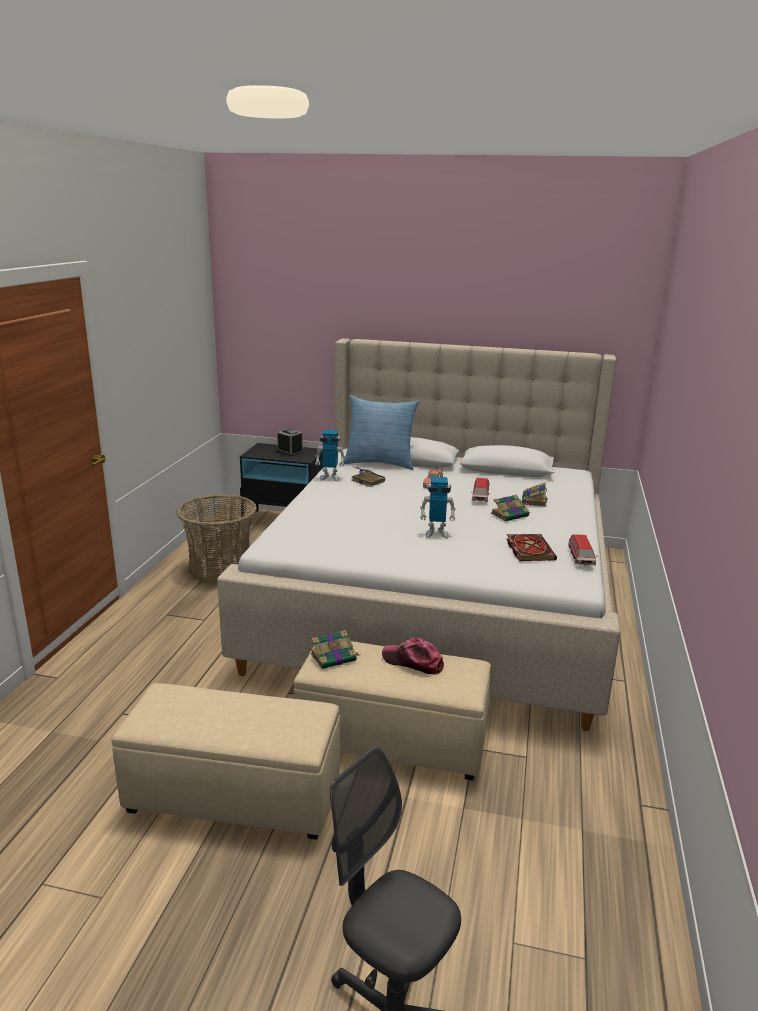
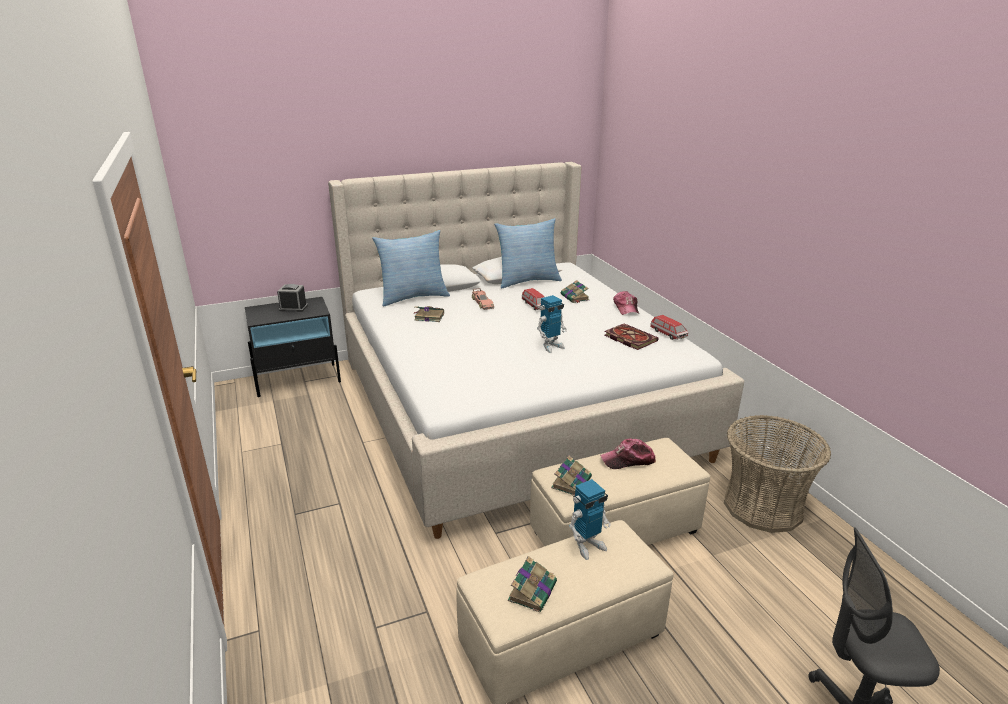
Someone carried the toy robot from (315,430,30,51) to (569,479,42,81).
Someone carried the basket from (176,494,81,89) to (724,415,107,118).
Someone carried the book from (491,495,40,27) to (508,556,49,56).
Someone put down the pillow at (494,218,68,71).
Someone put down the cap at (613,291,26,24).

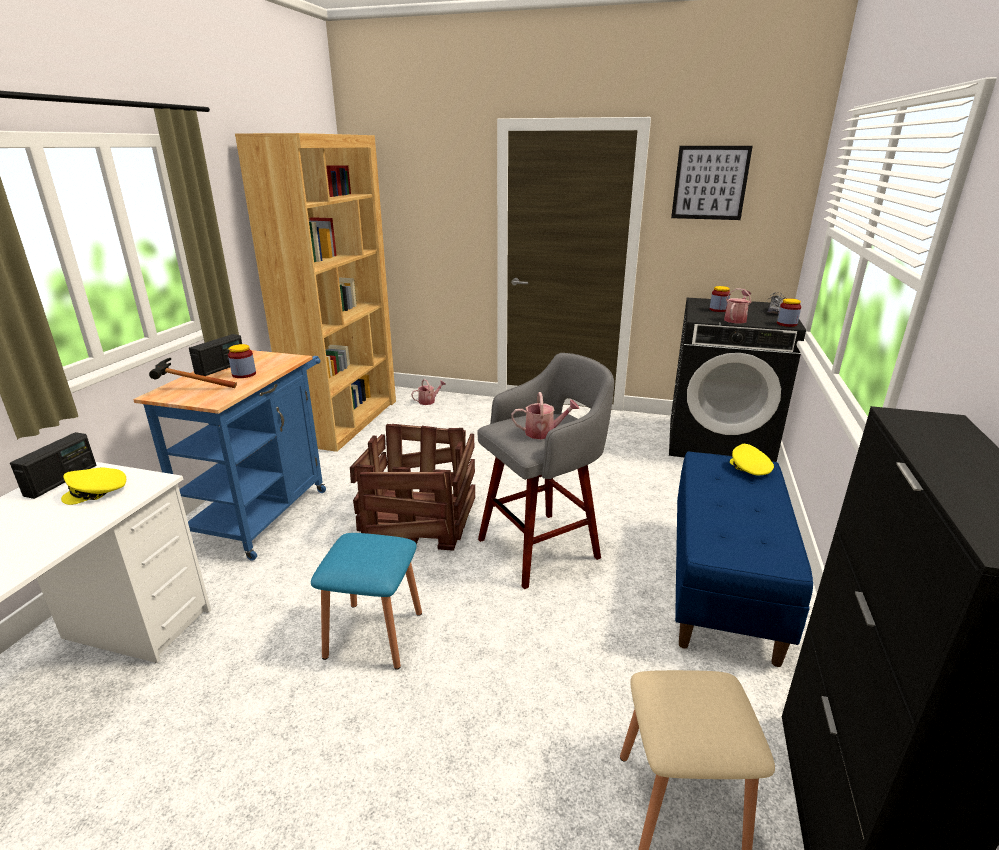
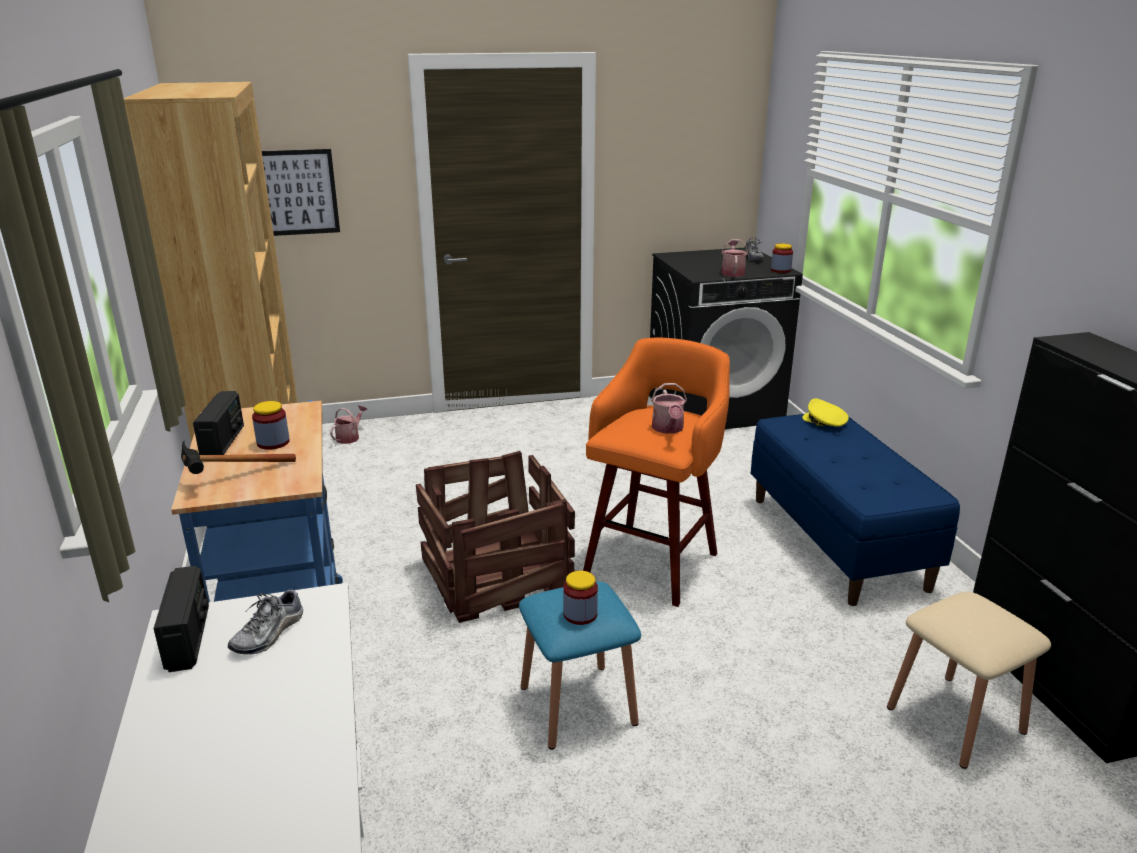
Someone carried the picture from (671,146,82,74) to (262,149,78,87).
Someone carried the jar from (710,286,21,26) to (563,571,35,54).
Someone repainted the grey stool at (478,353,136,236), which became the orange stool at (583,338,147,269).
Someone rotated the watering can at (511,392,69,47) by 120 degrees clockwise.
Someone swapped the yellow cap at (61,468,65,37) for the shoe at (228,590,75,65).

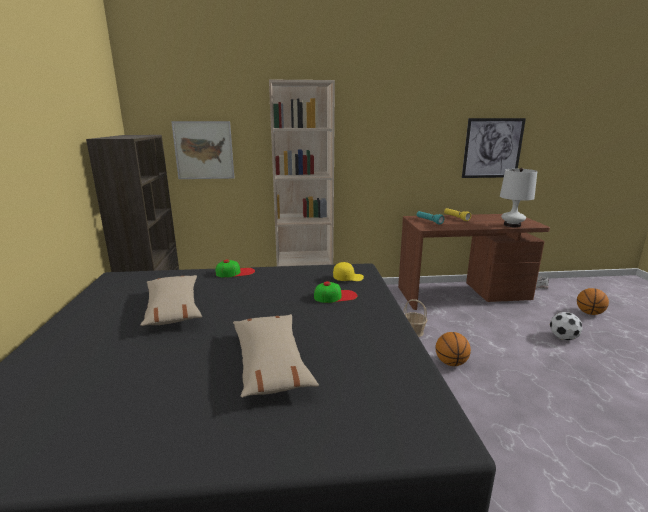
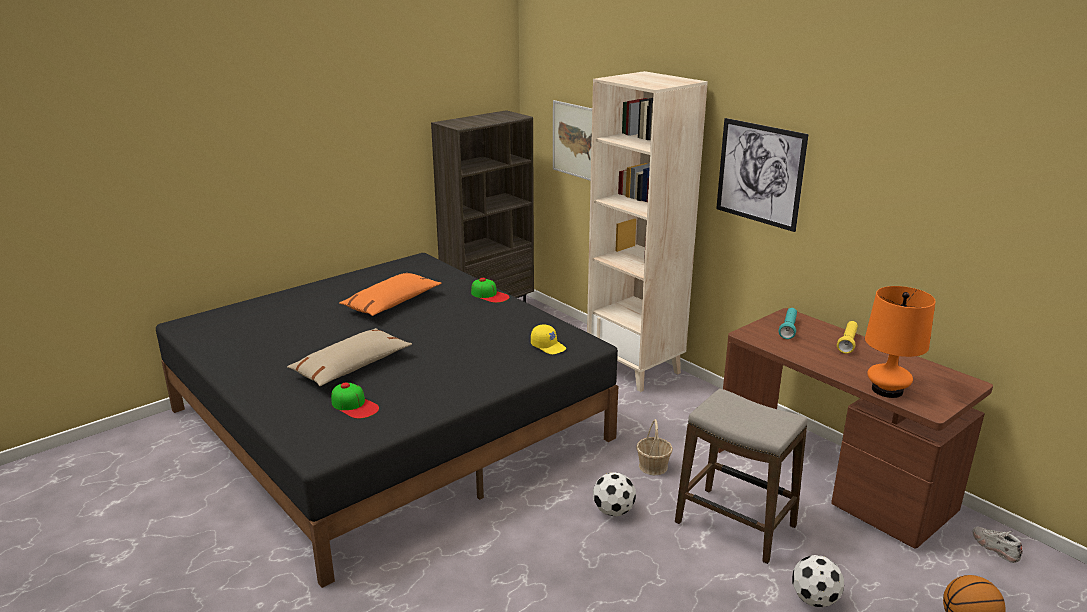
Someone carried the picture from (462,118,64,60) to (716,118,92,114).
Someone repainted the white table lamp at (500,168,37,60), which became the orange table lamp at (865,286,71,112).
Someone repainted the beige pillow at (140,275,62,51), which became the orange pillow at (340,273,102,43).
Someone carried the cap from (314,281,44,22) to (331,382,48,37).
Someone swapped the basketball at (436,332,35,34) for the football at (593,472,43,44).
Someone put down the stool at (675,388,133,176).

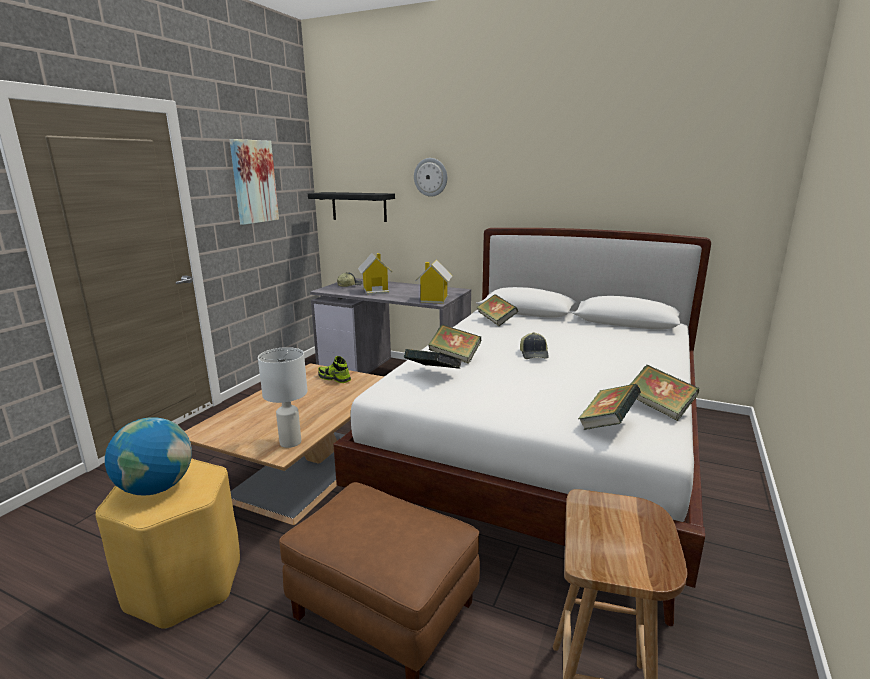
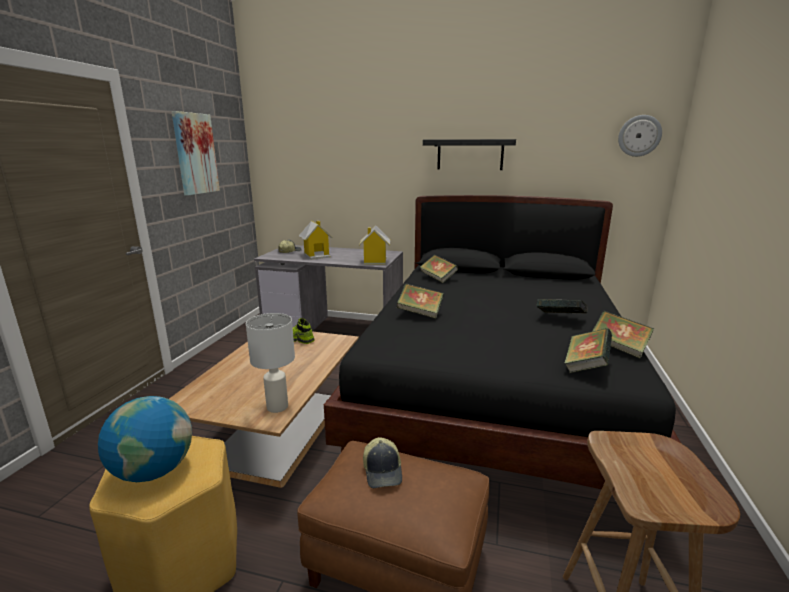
Someone carried the wall clock from (414,158,33,39) to (618,115,44,42).
Someone carried the black shelf from (308,192,87,30) to (423,139,93,31).
Someone repainted the white bed at (333,228,378,398), which became the black bed at (324,195,357,294).
Someone carried the cap from (520,332,29,27) to (363,437,39,51).
Someone carried the book from (404,349,58,20) to (537,299,50,15).

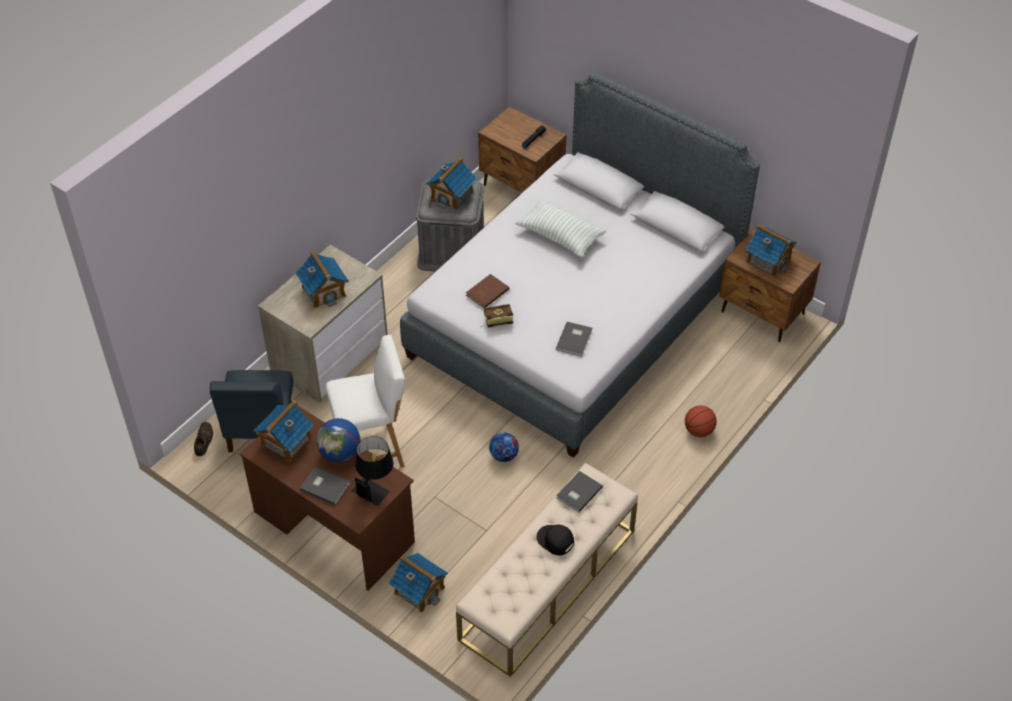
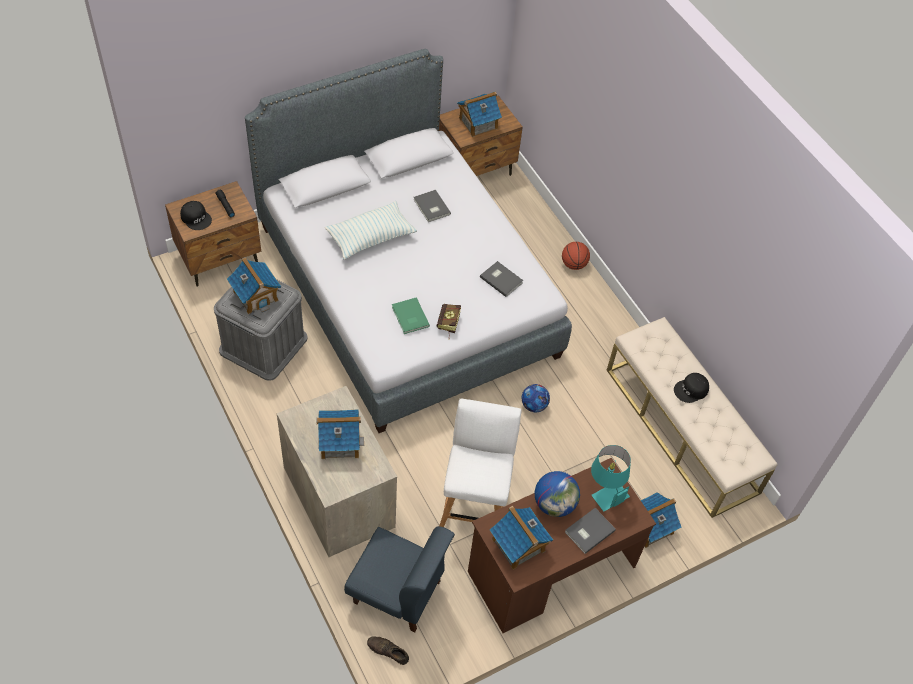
Someone repainted the brown book at (466,274,44,34), which became the green book at (392,297,38,37).
Someone repainted the black table lamp at (352,436,42,70), which became the turquoise table lamp at (591,445,40,66).
Someone carried the grey book from (556,471,47,41) to (414,190,37,32).
Someone put down the black cap at (180,201,32,29).

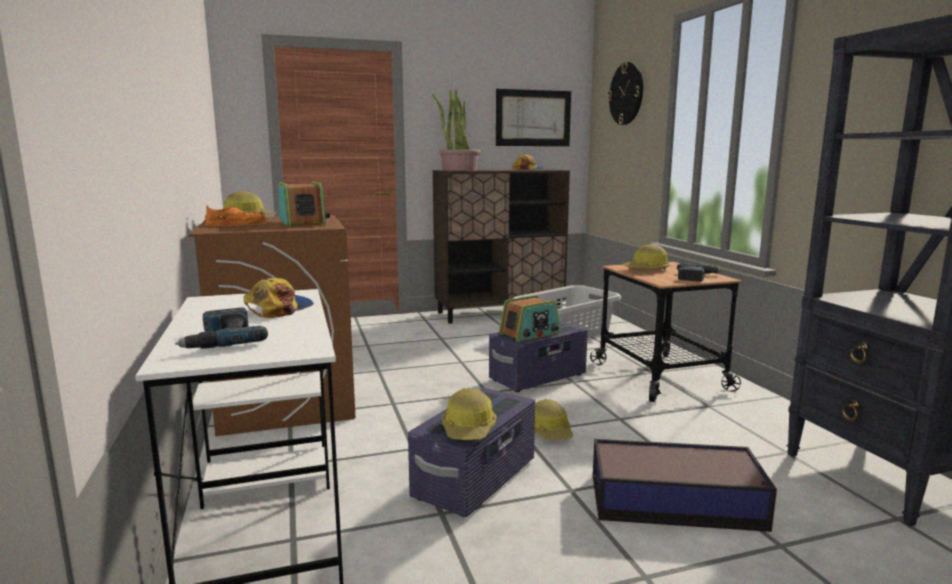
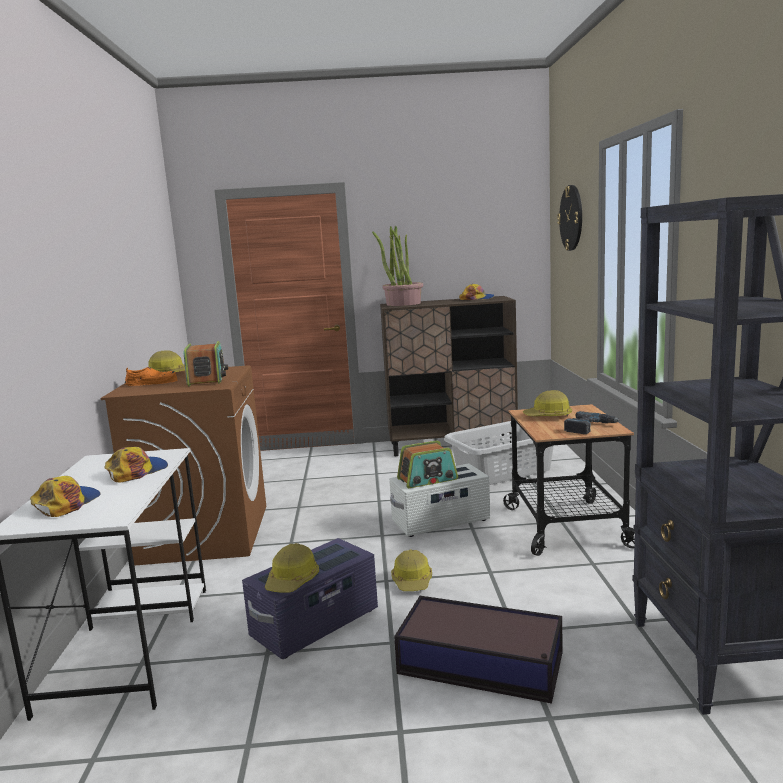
Someone took away the picture at (496,89,75,57).
Someone swapped the power drill at (175,308,93,41) for the cap at (30,476,71,41).
Someone repainted the purple storage box at (489,321,99,71), which became the white storage box at (389,463,101,74).

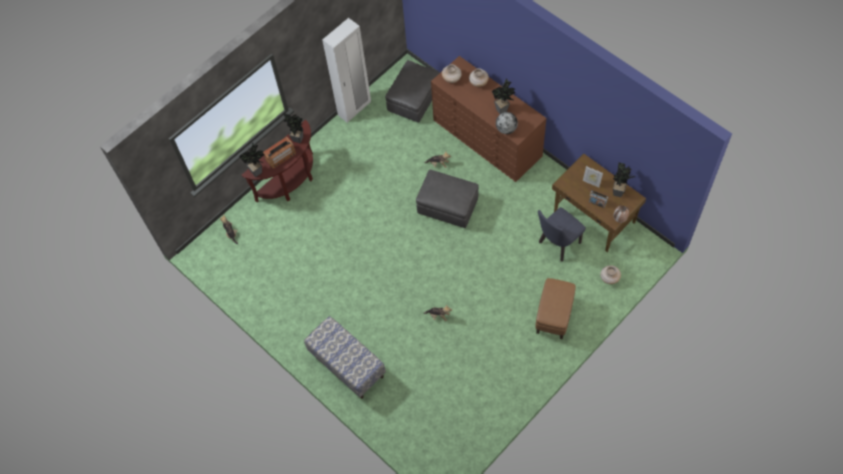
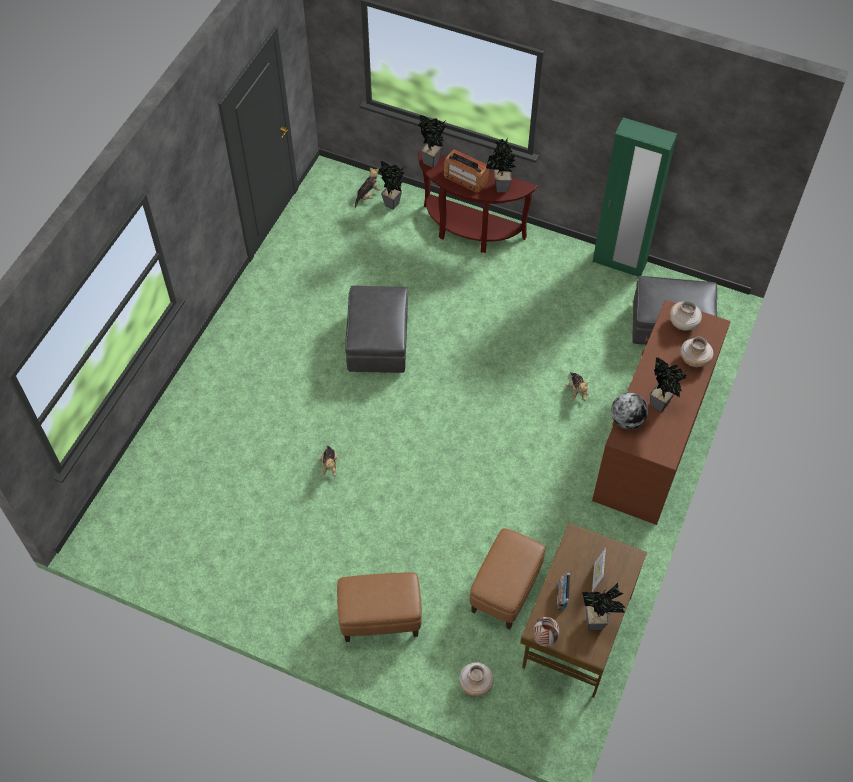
Someone repainted the white wardrobe at (322,18,49,105), which became the green wardrobe at (593,117,84,159).
Someone carried the grey ottoman from (416,170,63,58) to (345,286,63,87).
Someone swapped the blue chair at (538,207,48,55) for the brown ottoman at (470,528,75,101).
Someone took away the bench at (304,316,82,83).
Someone put down the potted plant at (378,161,27,49).

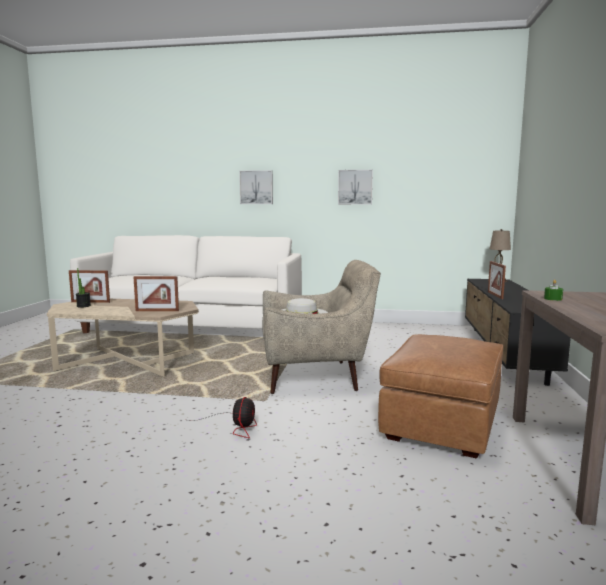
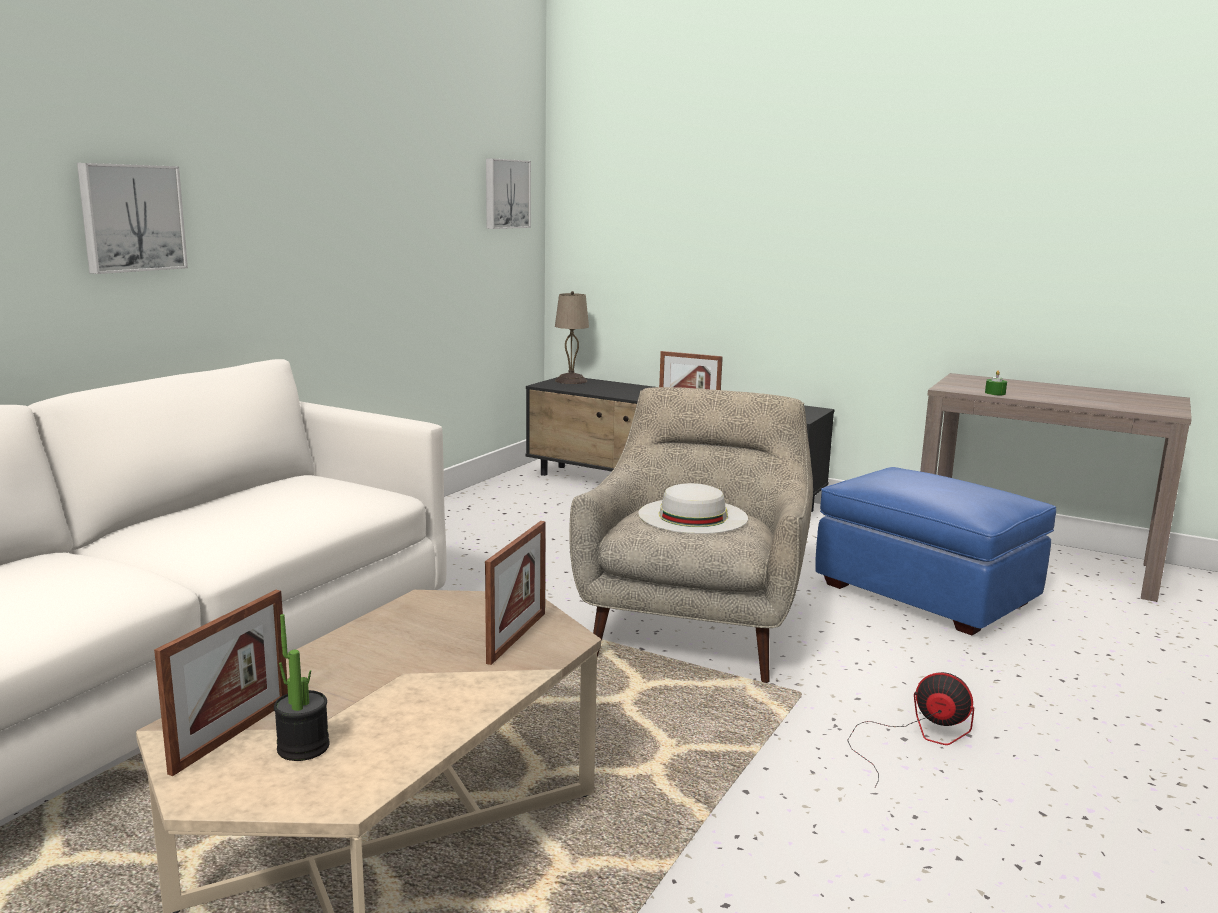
Someone carried the picture from (338,170,35,35) to (486,158,45,71).
Someone repainted the brown ottoman at (378,334,125,125), which became the blue ottoman at (815,467,241,168).

